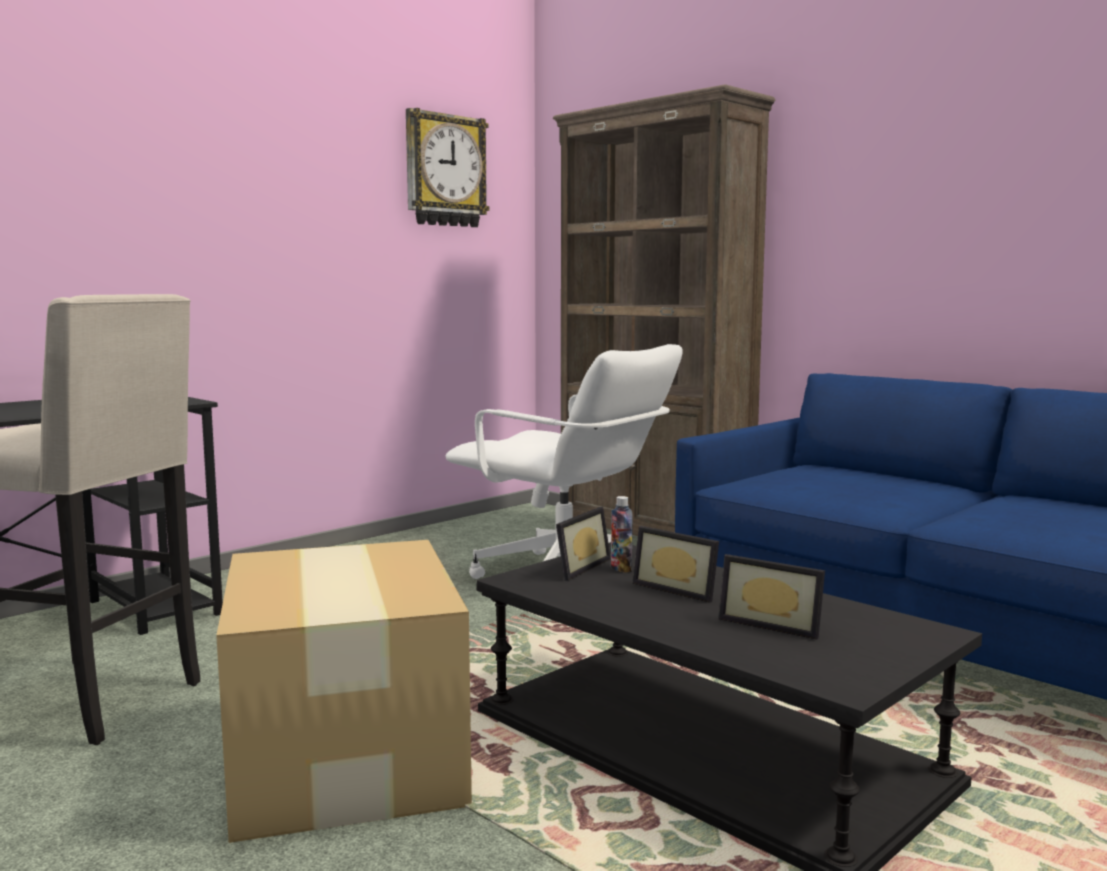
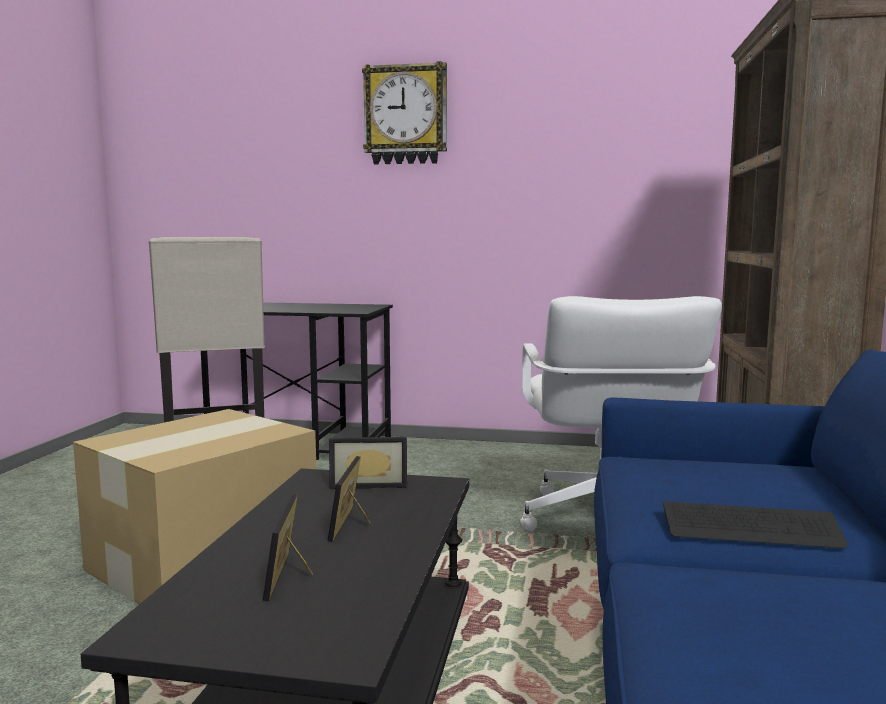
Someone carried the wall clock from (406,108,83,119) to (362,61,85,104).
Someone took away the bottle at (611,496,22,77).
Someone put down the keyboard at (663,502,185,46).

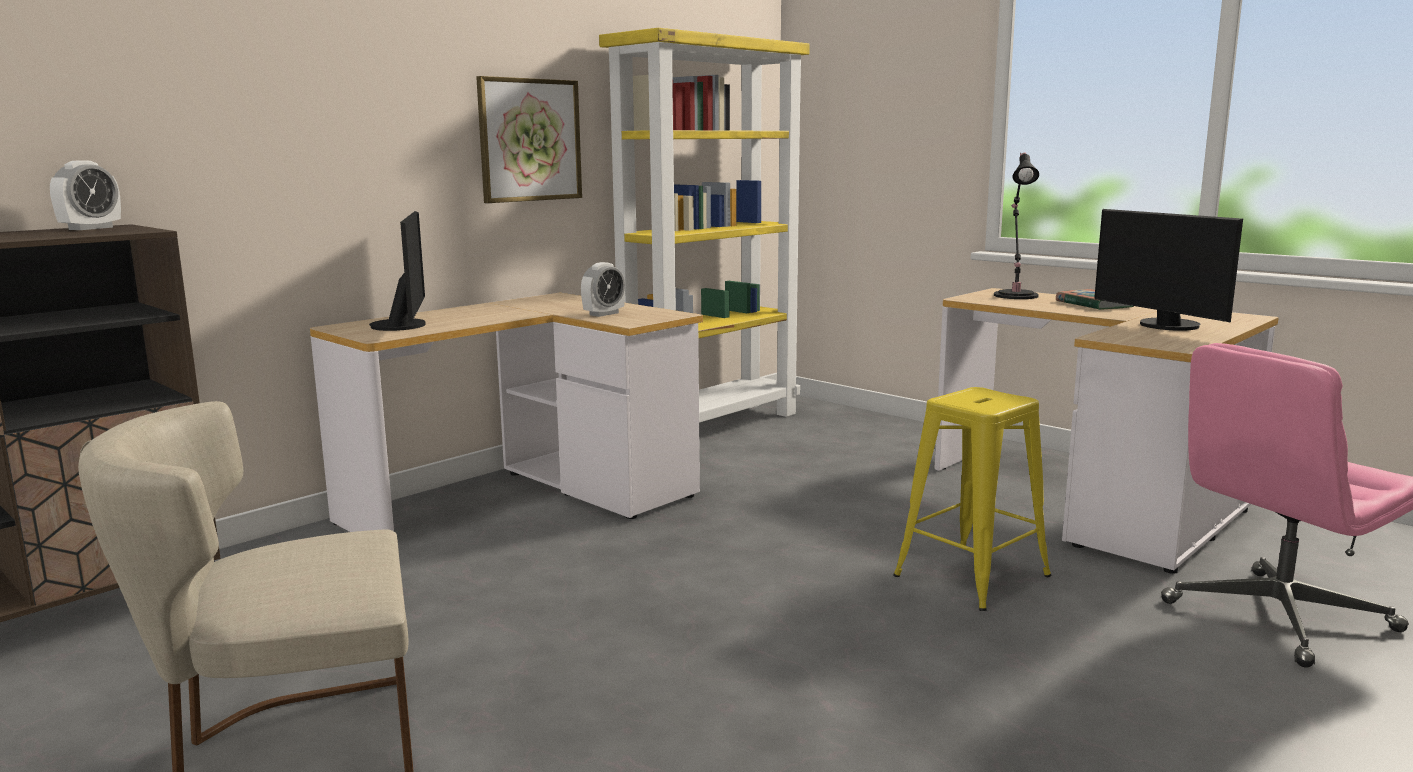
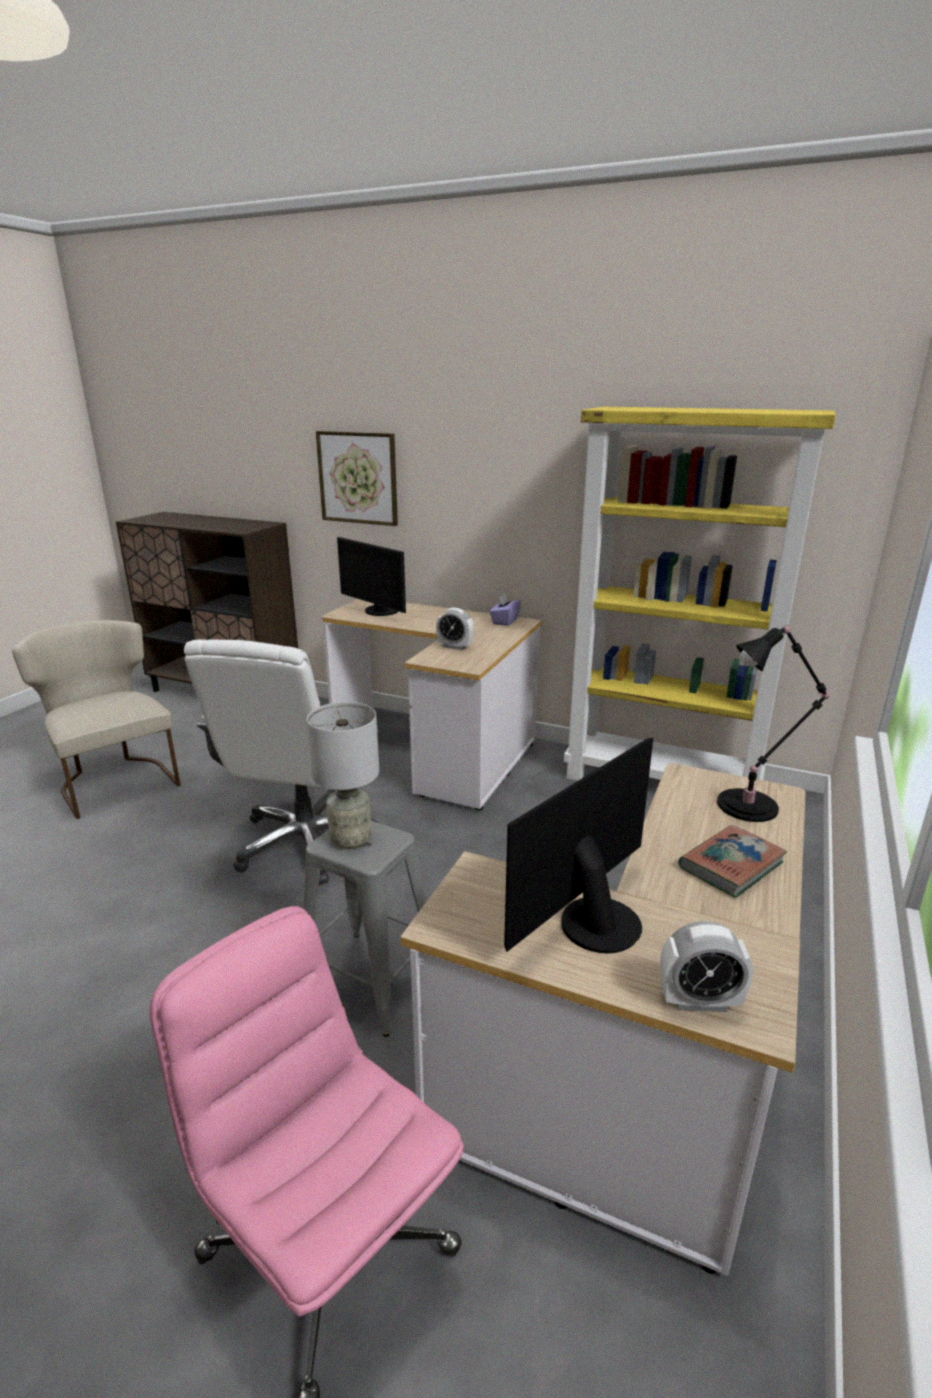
Someone carried the picture from (476,76,106,127) to (316,431,82,95).
Someone carried the alarm clock from (50,160,71,70) to (660,921,93,91).
Someone rotated the monitor at (369,211,57,120) by 75 degrees clockwise.
Someone repainted the yellow stool at (893,387,158,224), which became the grey stool at (303,821,123,216).
Someone put down the purple tissue box at (490,594,31,32).
Someone put down the white office chair at (184,639,194,246).
Someone put down the grey table lamp at (307,702,72,147).

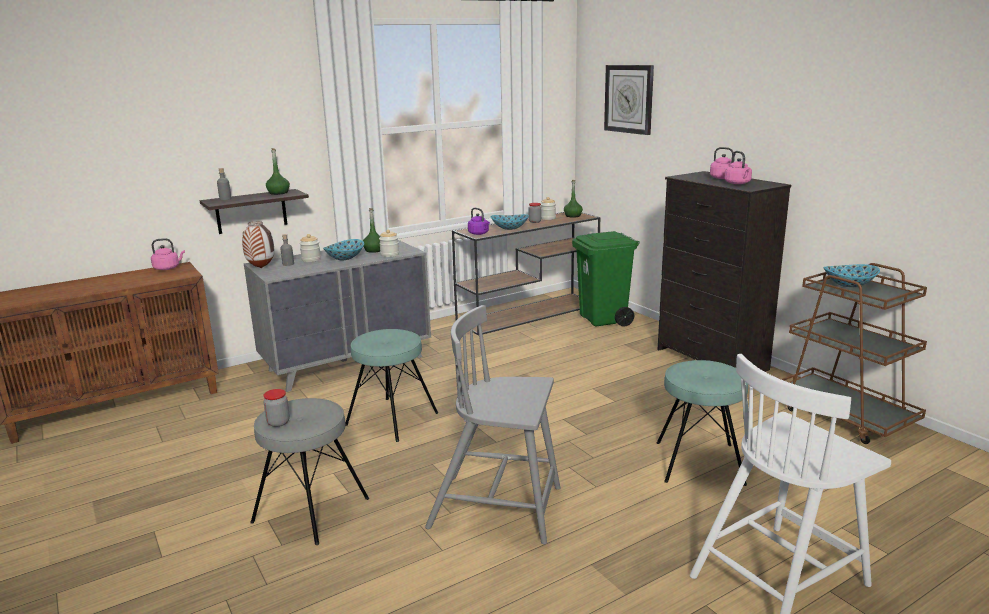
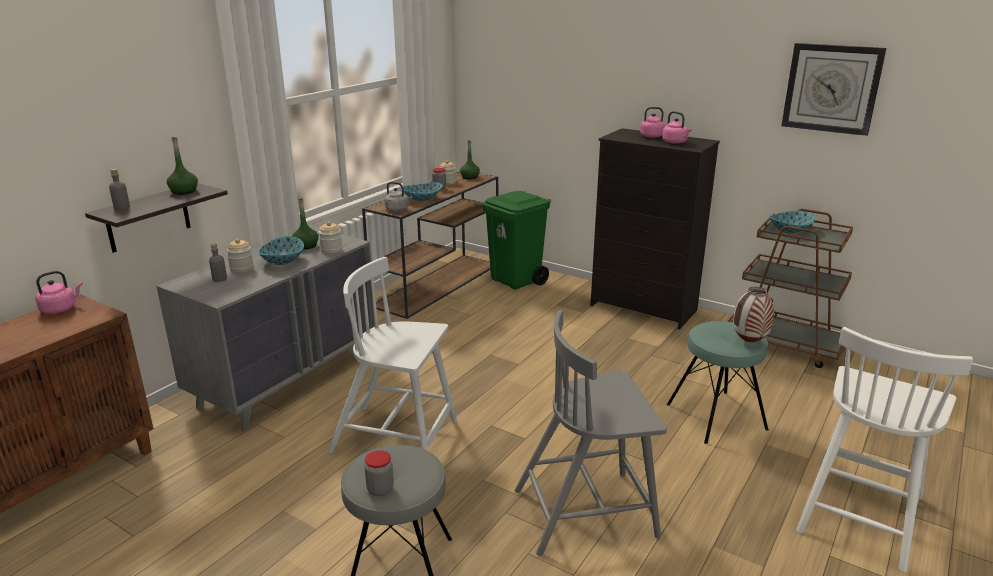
Someone carried the wall clock from (604,65,50,70) to (781,43,105,93).
Someone repainted the purple kettle at (468,208,22,27), which became the grey kettle at (385,182,27,29).
Someone carried the vase from (242,221,33,47) to (733,287,41,55).
Someone swapped the turquoise stool at (346,329,92,113) for the white chair at (328,257,129,196).

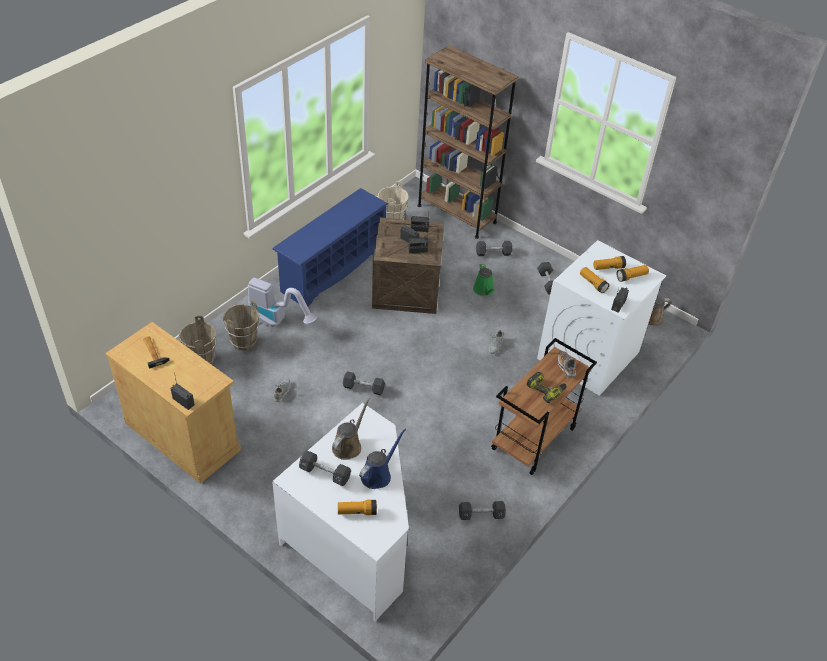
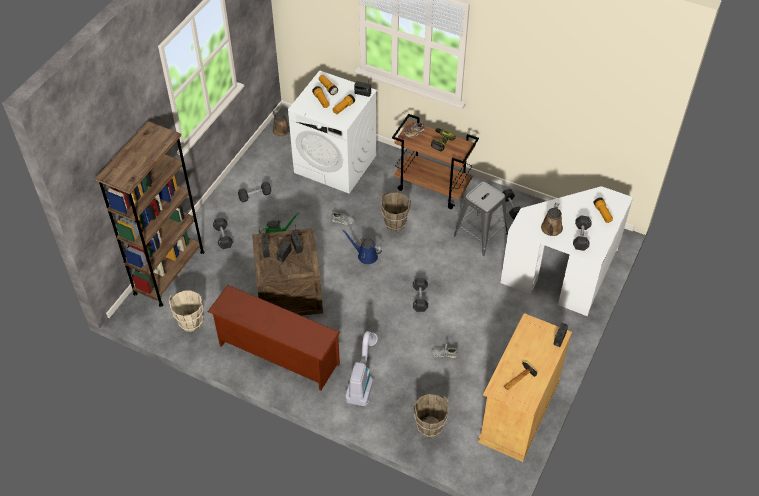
Someone repainted the blue shoe rack at (273,188,115,118), which became the brown shoe rack at (208,285,132,105).
Someone carried the brown bucket from (223,301,37,50) to (381,192,30,40).
Someone rotated the brown watering can at (332,397,38,63) by 90 degrees counterclockwise.
Someone carried the blue watering can from (359,428,47,61) to (342,230,40,34).
Someone put down the grey stool at (454,182,54,74).

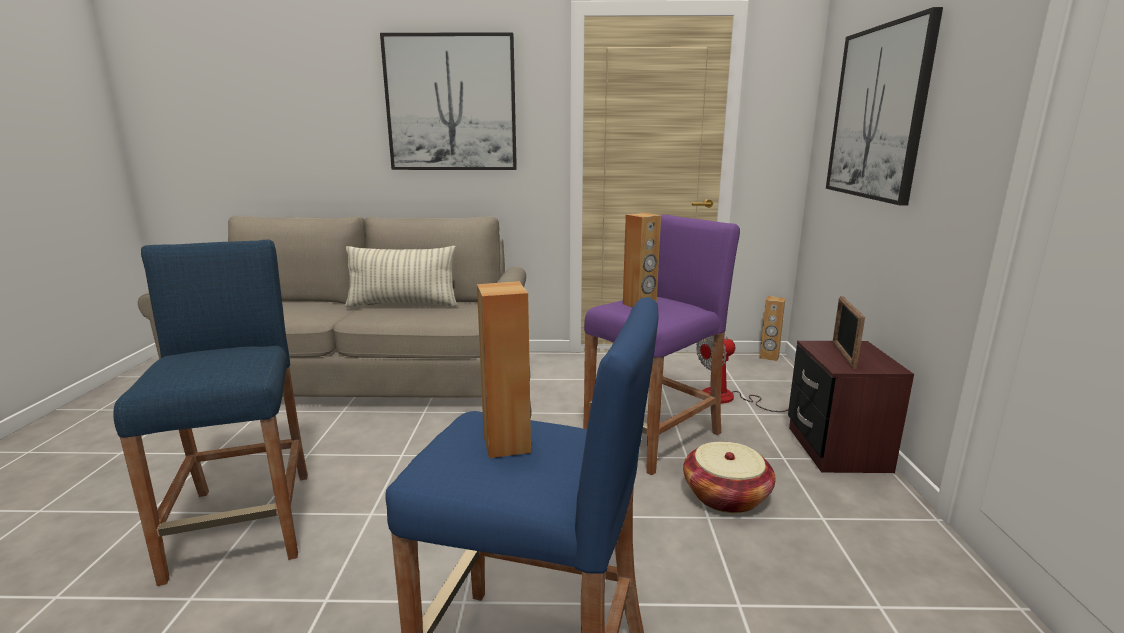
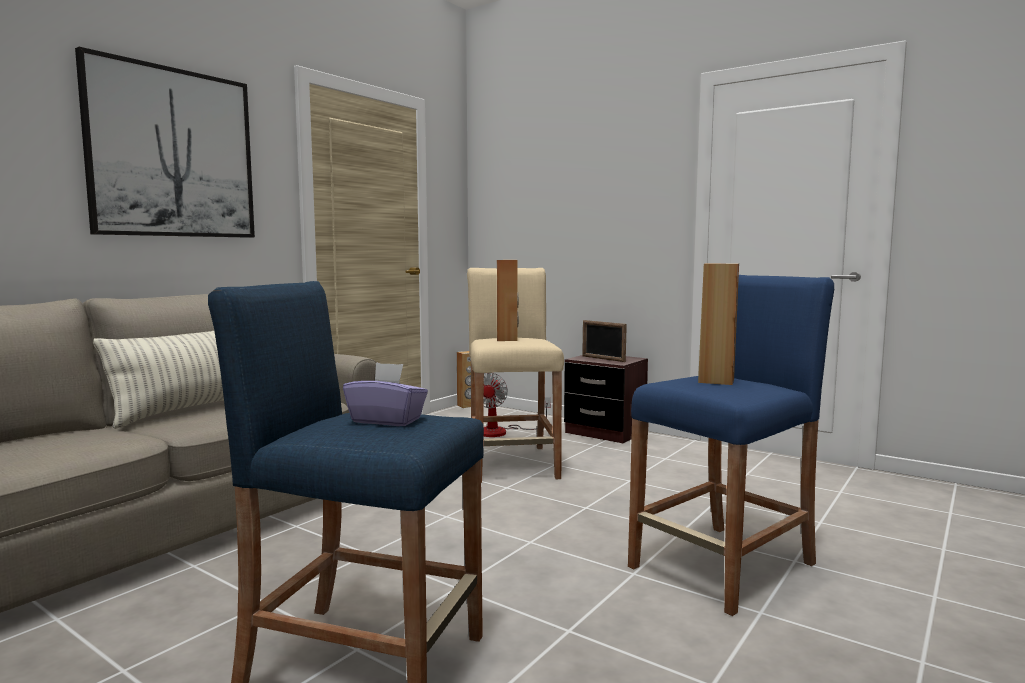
Someone took away the picture at (826,7,117,198).
Someone repainted the purple stool at (583,214,157,261), which became the beige stool at (467,268,97,215).
Someone took away the basket at (683,442,93,71).
Someone put down the purple tissue box at (343,362,85,64).

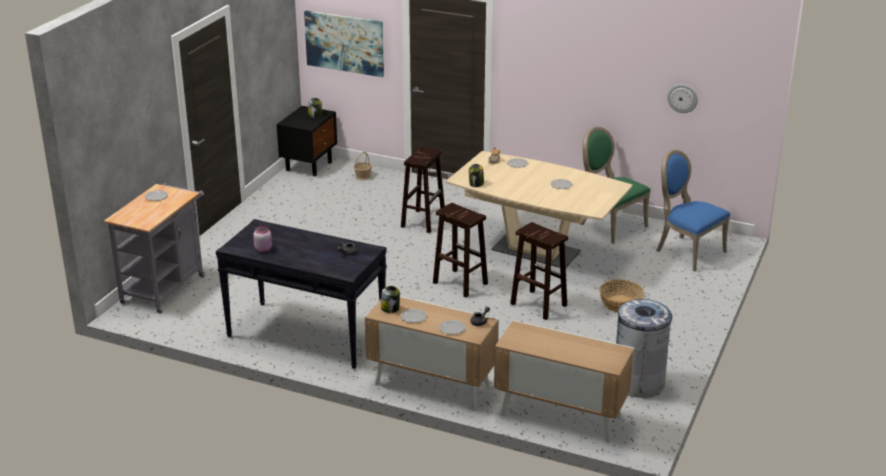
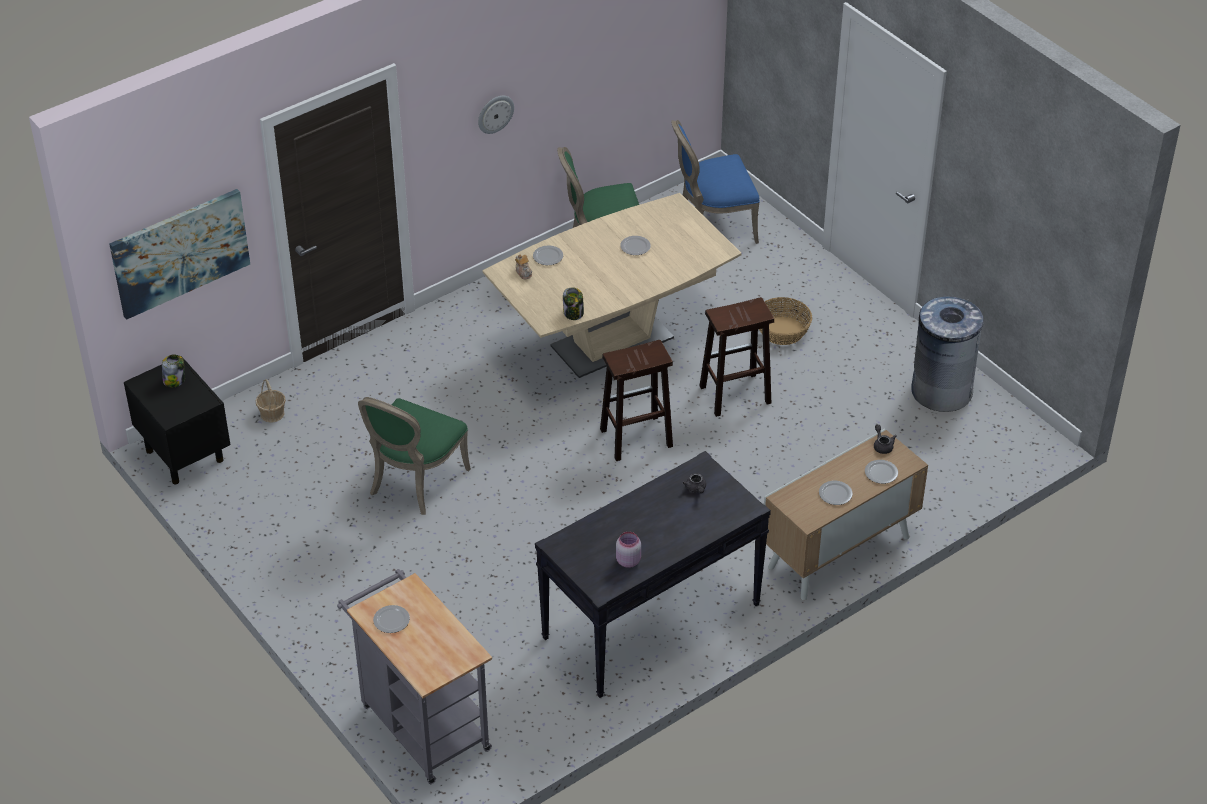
Someone carried the wall clock from (667,84,31,29) to (478,96,36,38).
Someone took away the brown stool at (401,146,44,87).
Someone took away the jar at (381,286,19,27).
Someone took away the cabinet at (494,320,140,123).
Someone put down the green chair at (358,397,113,118).

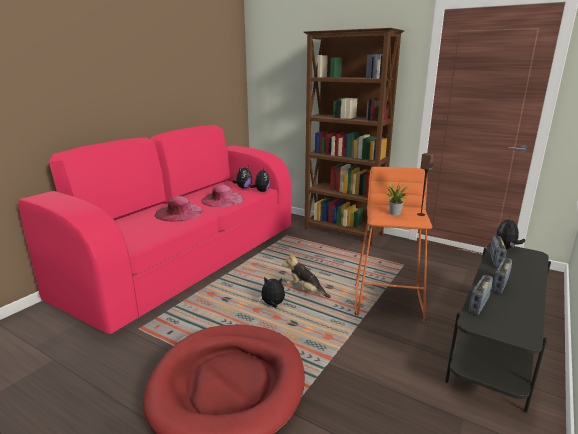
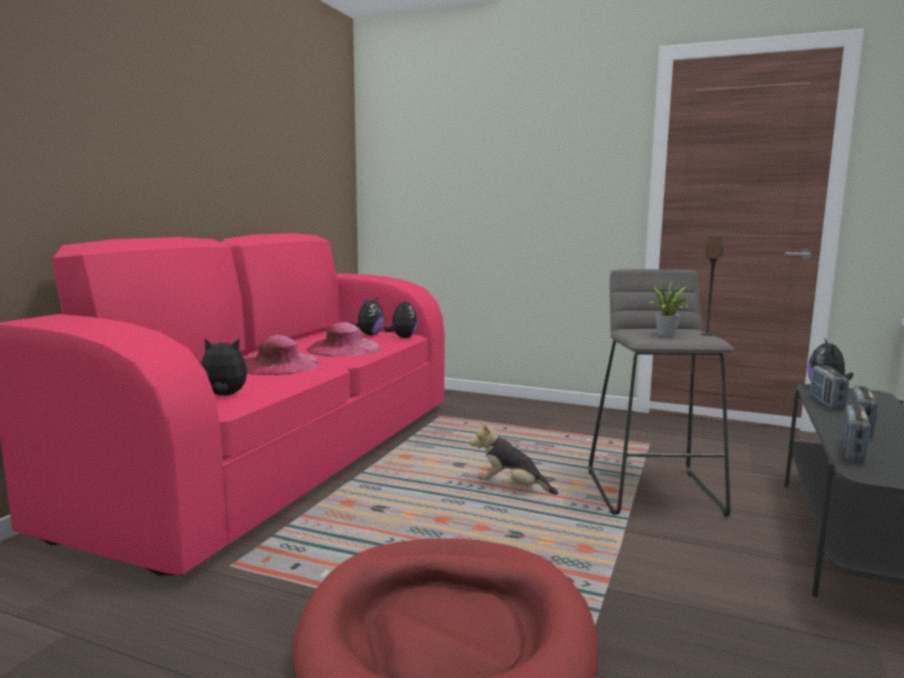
Someone took away the brown bookcase at (304,28,100,217).
Someone repainted the orange stool at (355,167,77,155), which became the grey stool at (589,269,145,248).
Someone carried the plush toy from (258,277,27,31) to (201,339,46,57).

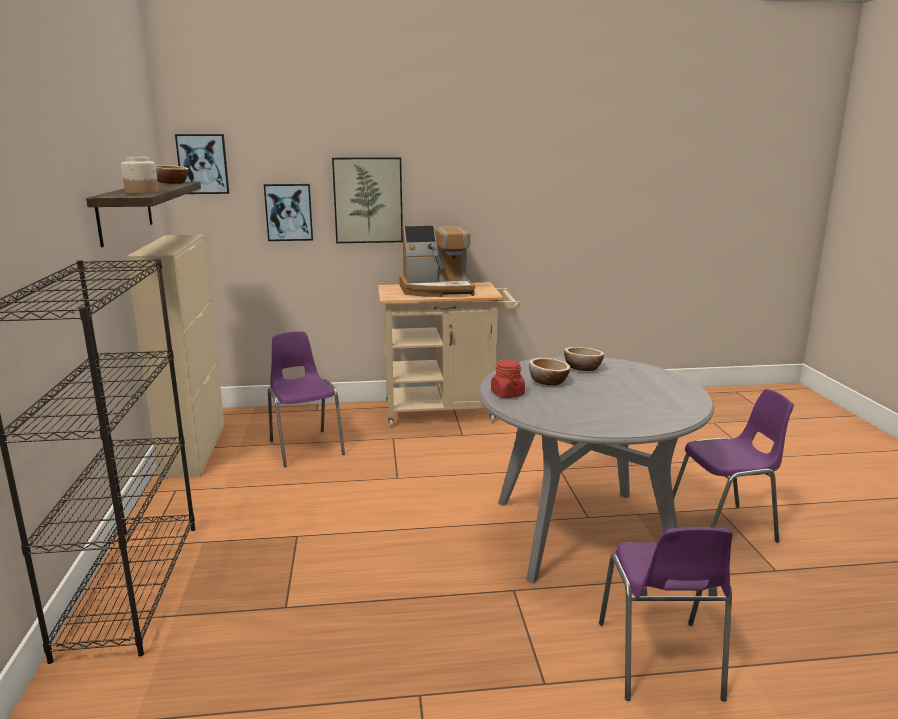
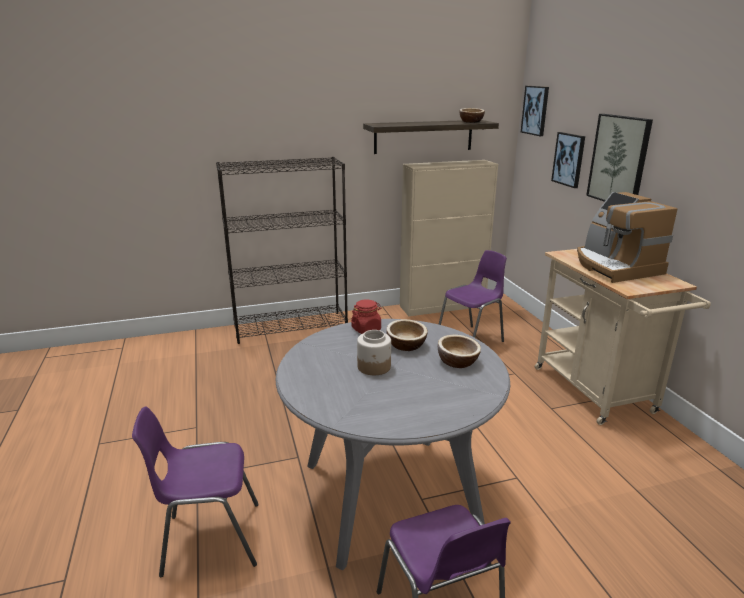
Someone carried the jar from (121,157,38,37) to (357,330,34,45).

